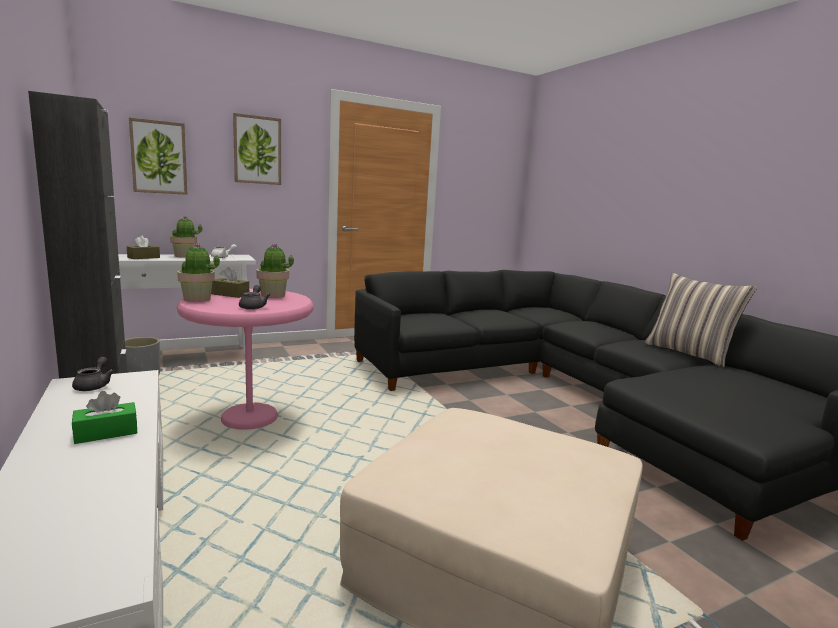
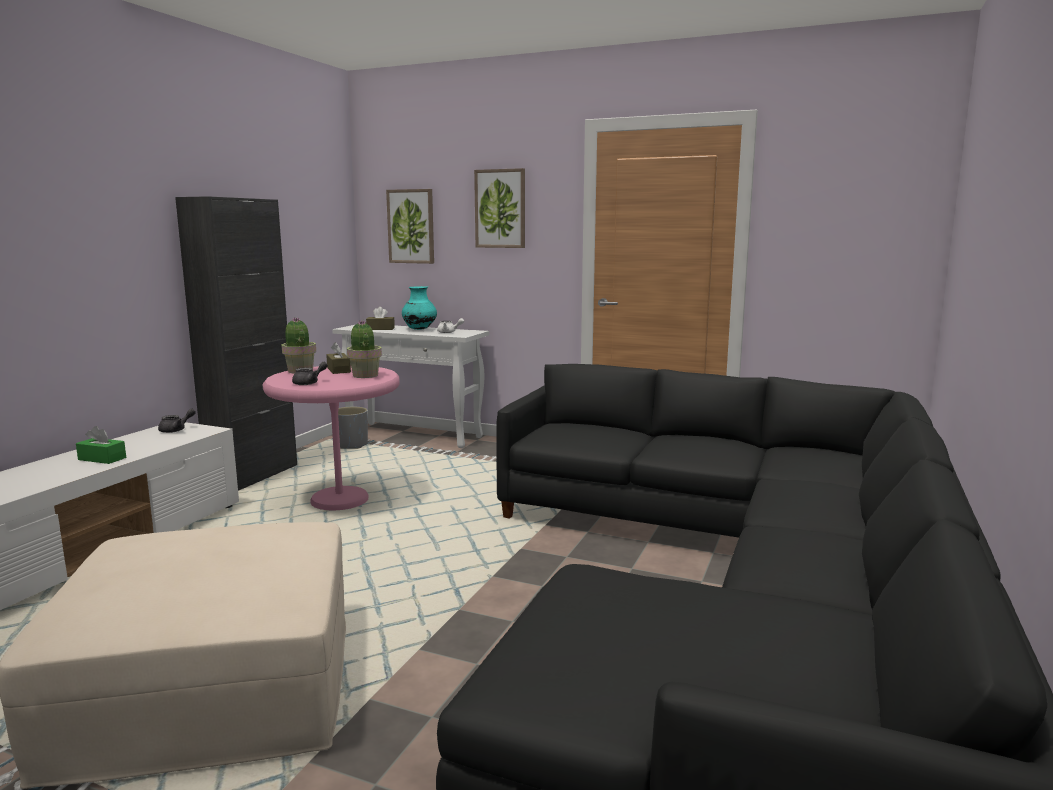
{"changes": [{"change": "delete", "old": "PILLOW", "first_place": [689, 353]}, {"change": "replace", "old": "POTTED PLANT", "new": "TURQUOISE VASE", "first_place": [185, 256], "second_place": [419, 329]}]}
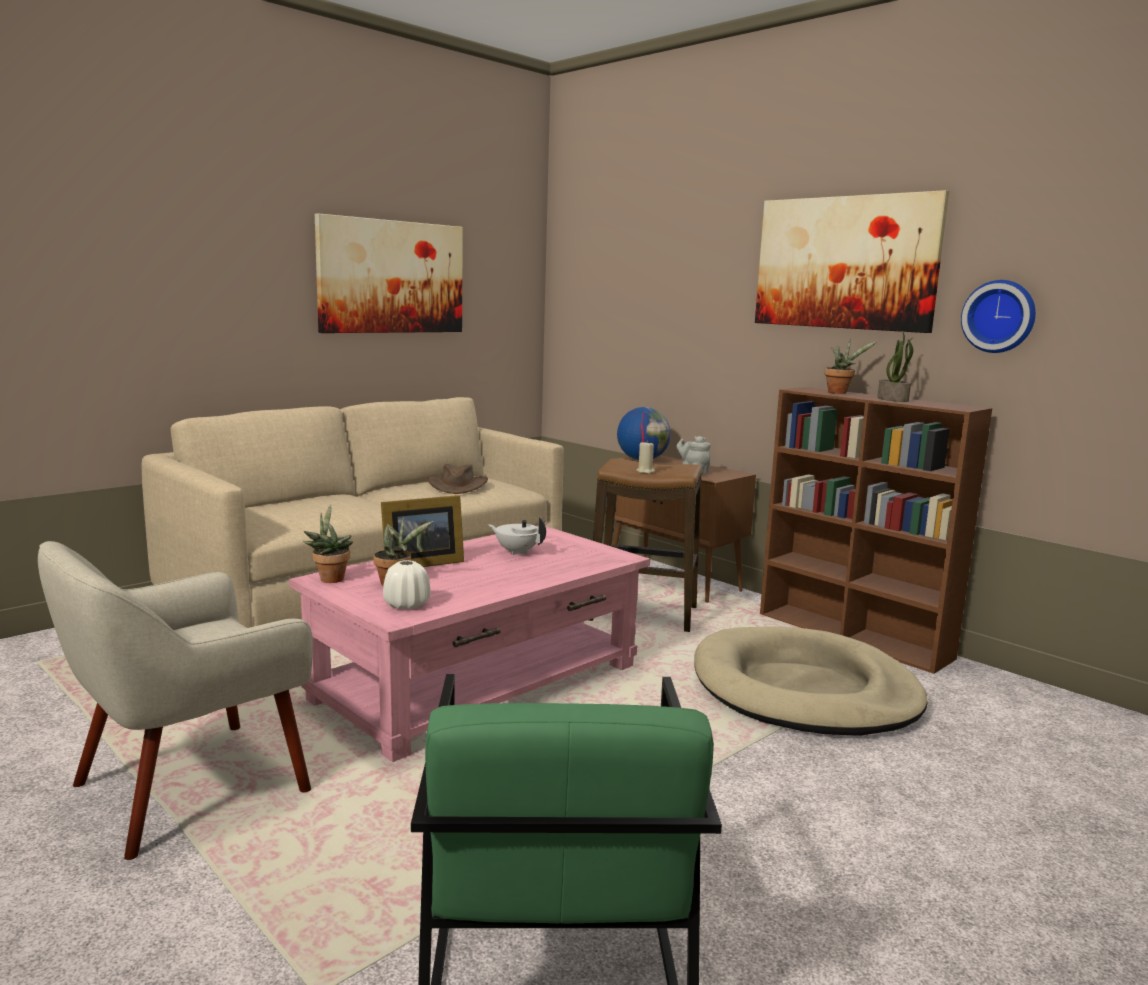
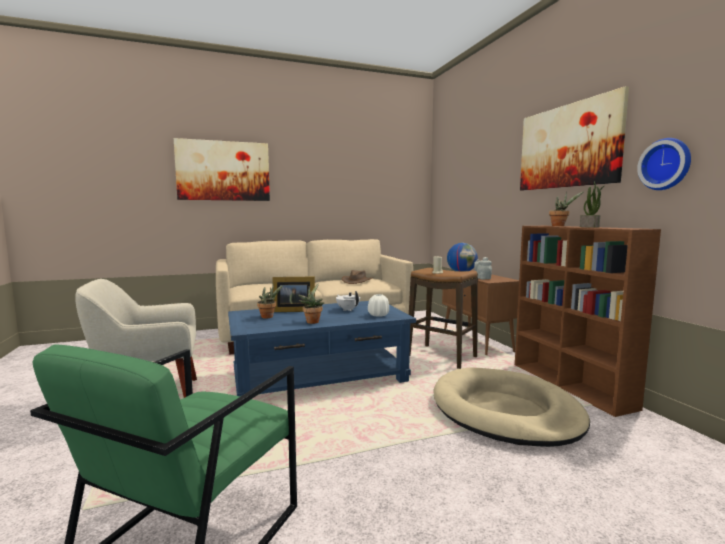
{"changes": [{"change": "move", "old": "POTTED PLANT", "first_place": [330, 578], "second_place": [312, 321]}, {"change": "move", "old": "PICTURE", "first_place": [392, 277], "second_place": [223, 171]}, {"change": "move", "old": "WHITE VASE", "first_place": [407, 605], "second_place": [378, 315]}, {"change": "recolor", "old": "PINK COFFEE TABLE", "new": "BLUE COFFEE TABLE", "first_place": [479, 683], "second_place": [320, 377]}]}
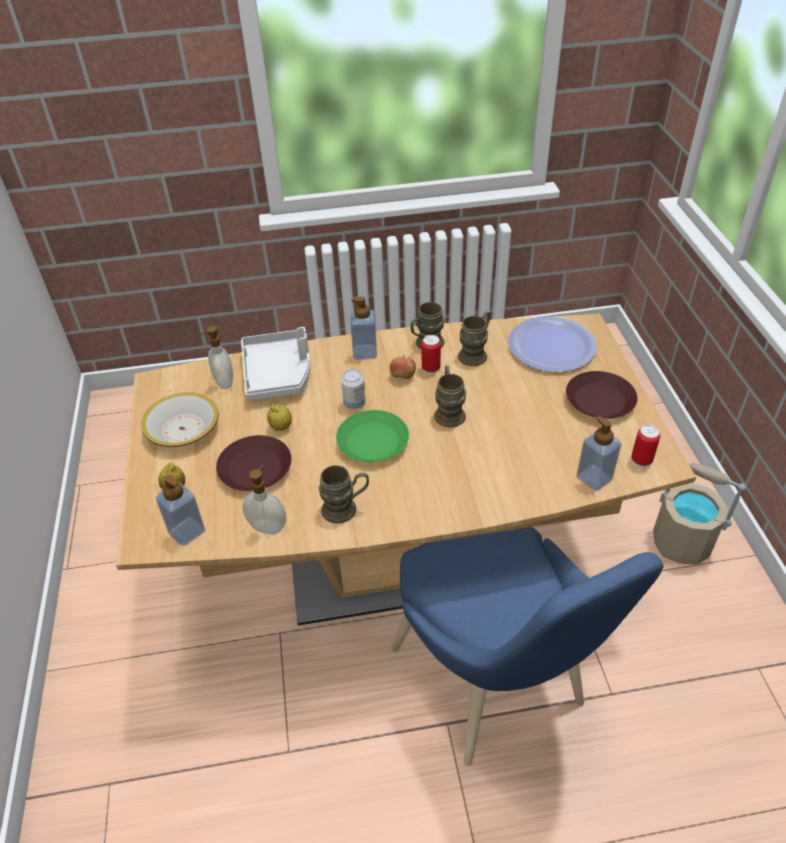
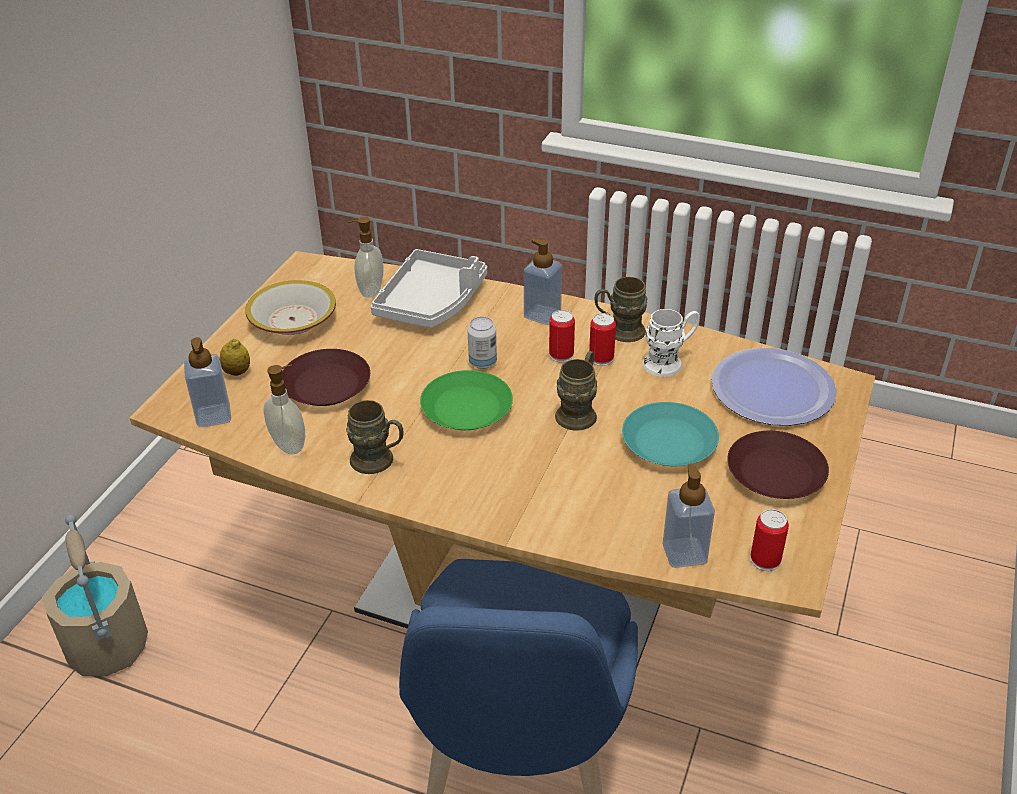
{"changes": [{"change": "delete", "old": "LEMON", "first_place": [281, 427]}, {"change": "insert", "new": "TURQUOISE PLATE", "second_place": [669, 443]}, {"change": "move", "old": "BEIGE BUCKET", "first_place": [682, 542], "second_place": [108, 646]}, {"change": "replace", "old": "APPLE", "new": "CAN", "first_place": [403, 376], "second_place": [561, 355]}, {"change": "recolor", "old": "BROWN MUG", "new": "WHITE MUG", "first_place": [475, 353], "second_place": [669, 362]}]}
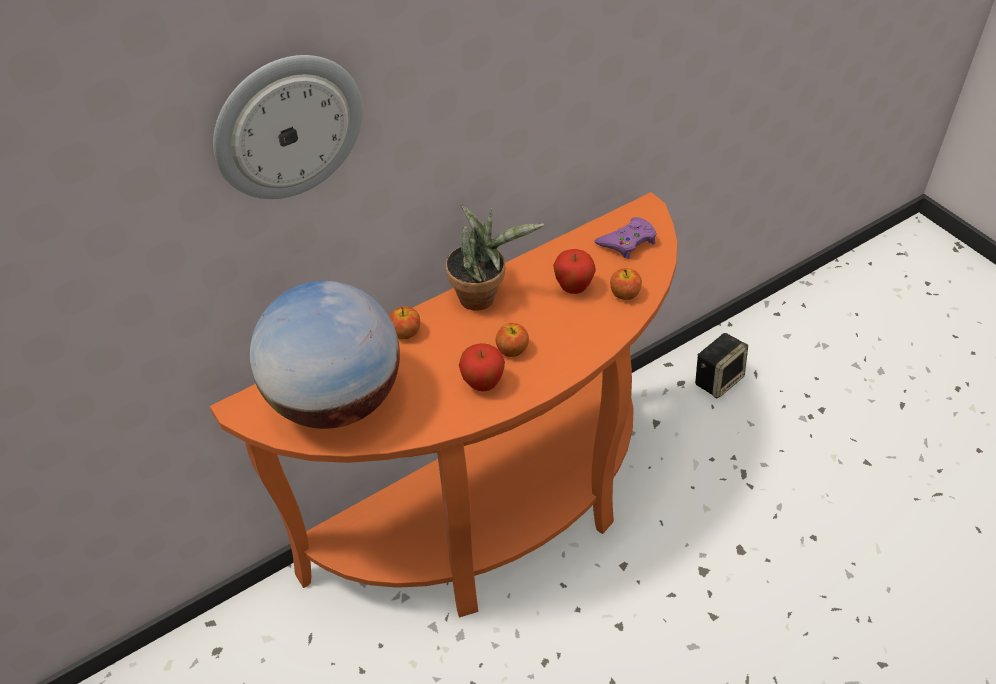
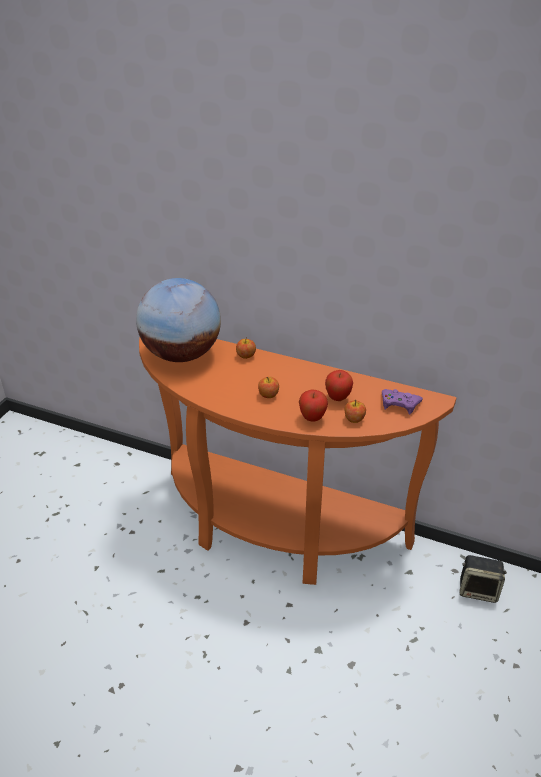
{"changes": [{"change": "delete", "old": "WALL CLOCK", "first_place": [287, 126]}, {"change": "delete", "old": "POTTED PLANT", "first_place": [482, 296]}, {"change": "move", "old": "APPLE", "first_place": [483, 384], "second_place": [312, 418]}]}
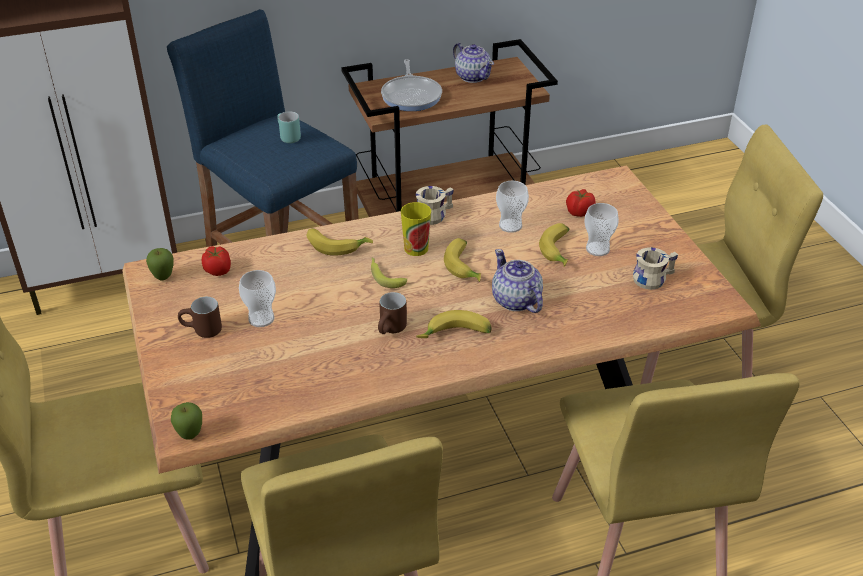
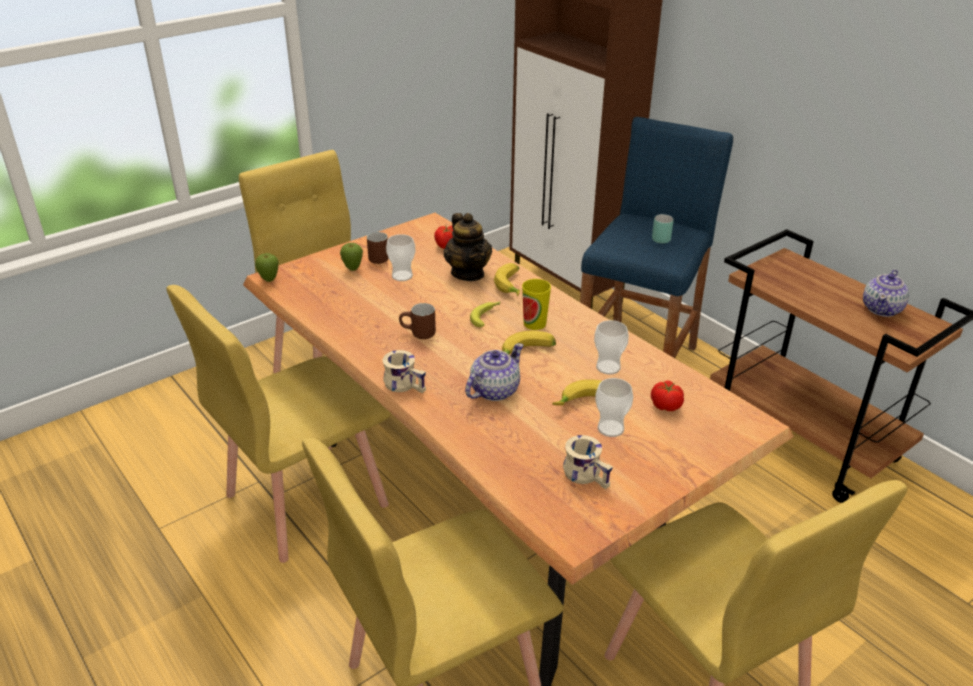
{"changes": [{"change": "delete", "old": "FRYING PAN", "first_place": [411, 95]}, {"change": "delete", "old": "BANANA", "first_place": [455, 336]}, {"change": "insert", "new": "TEAPOT", "second_place": [468, 273]}, {"change": "move", "old": "APPLE", "first_place": [163, 278], "second_place": [353, 269]}, {"change": "move", "old": "BEIGE MUG", "first_place": [433, 213], "second_place": [406, 383]}]}
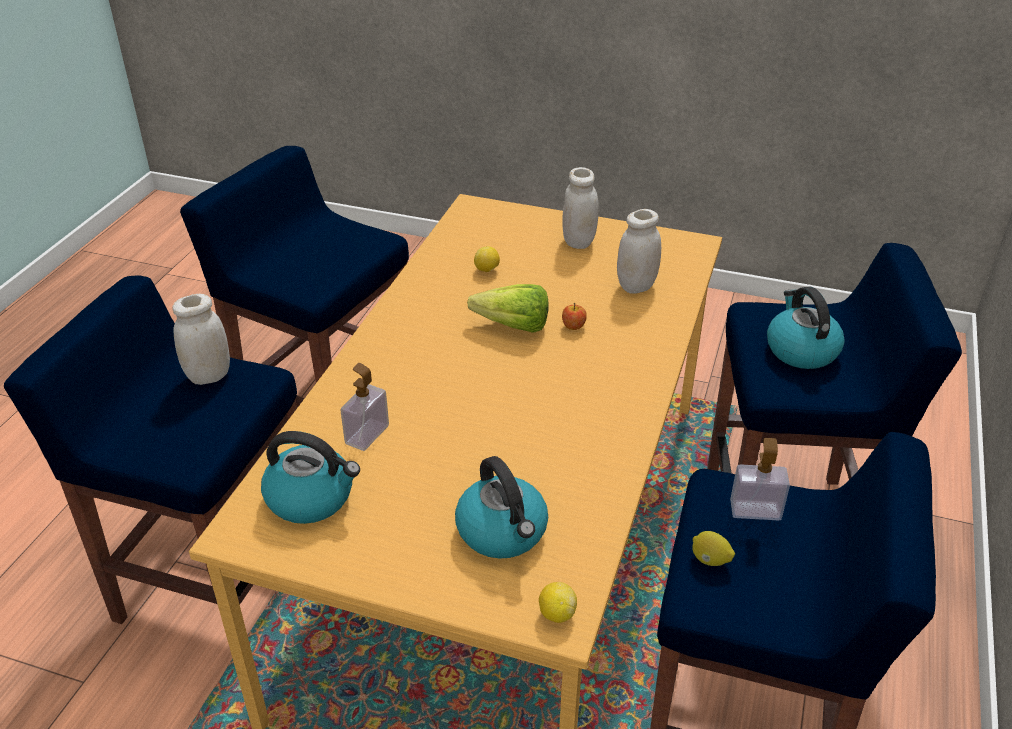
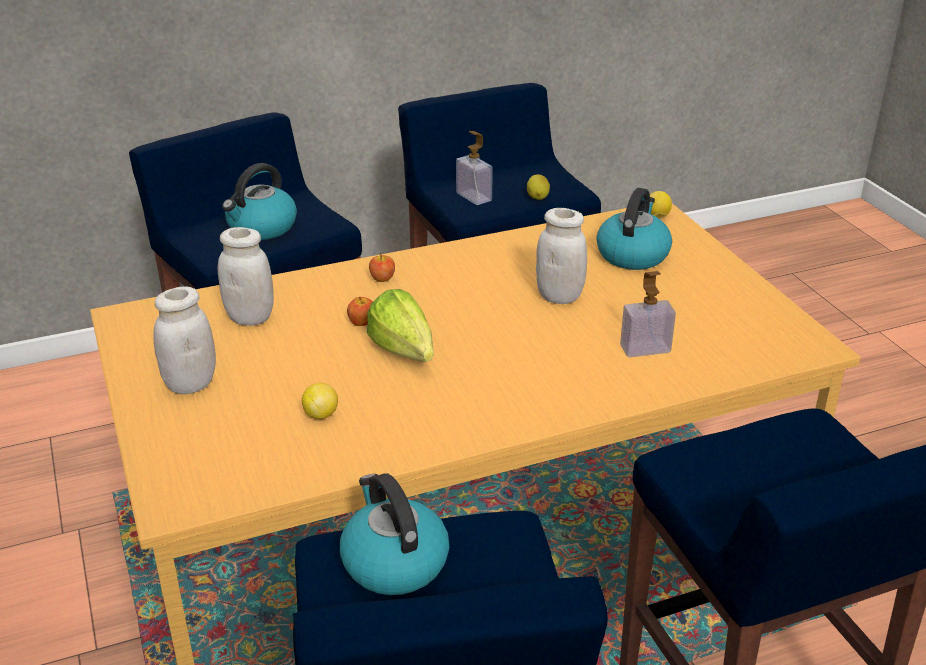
{"changes": [{"change": "insert", "new": "APPLE", "second_place": [382, 278]}, {"change": "move", "old": "WHITE JAR", "first_place": [209, 376], "second_place": [559, 296]}, {"change": "move", "old": "KETTLE", "first_place": [311, 497], "second_place": [393, 562]}]}
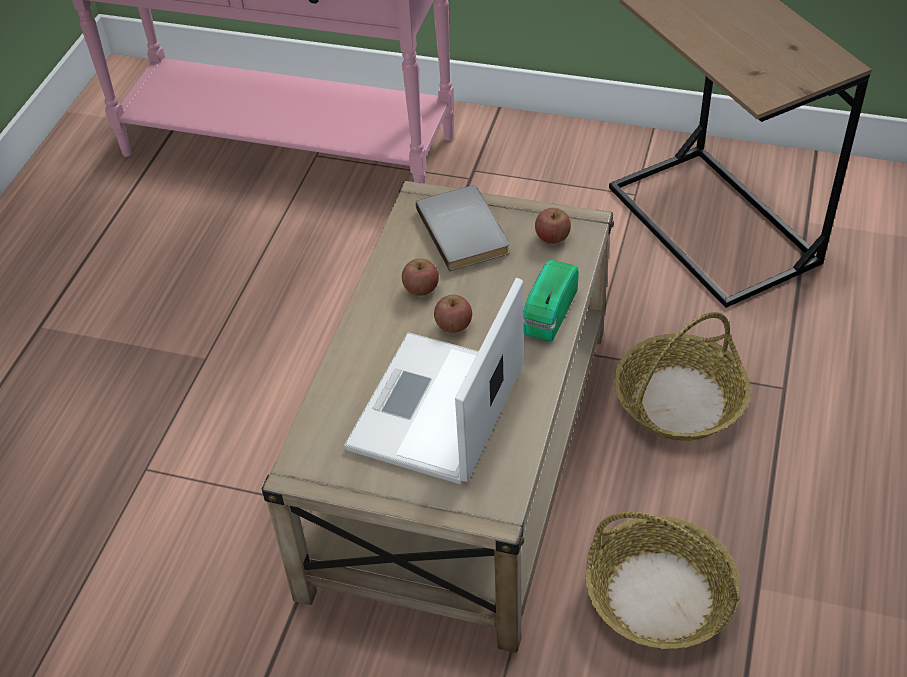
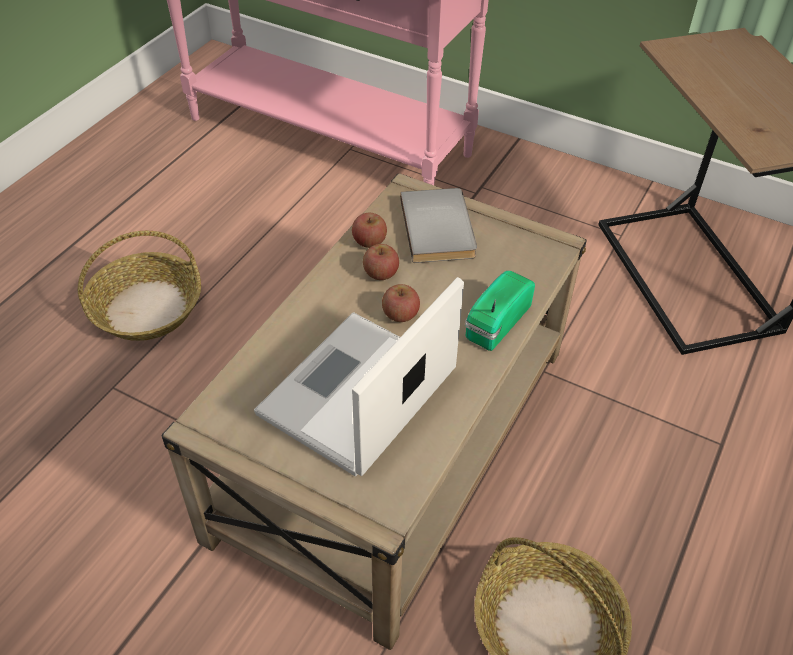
{"changes": [{"change": "move", "old": "APPLE", "first_place": [552, 237], "second_place": [369, 241]}, {"change": "move", "old": "BASKET", "first_place": [679, 400], "second_place": [147, 308]}]}
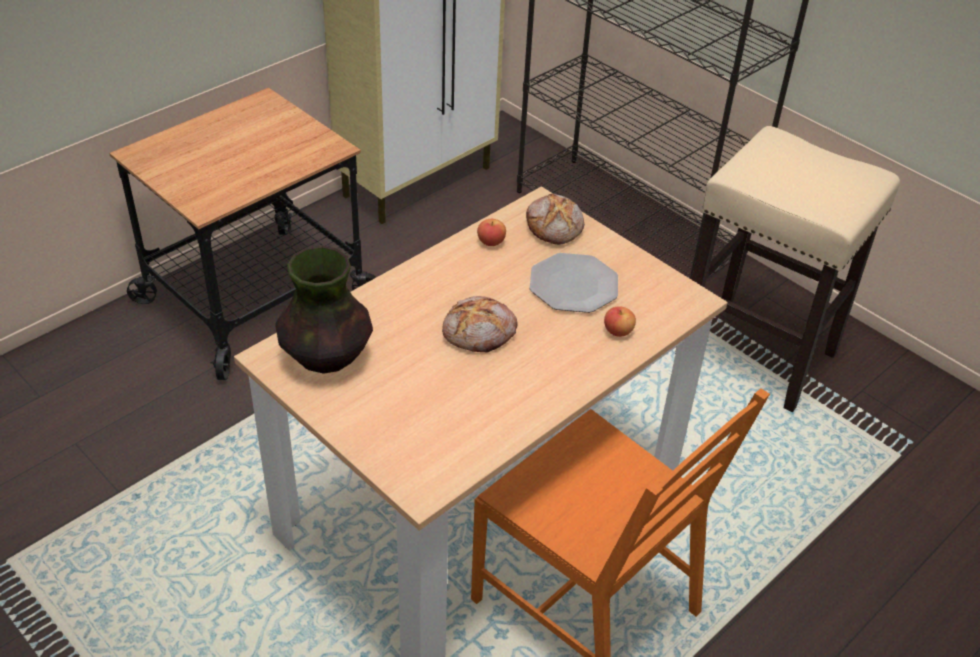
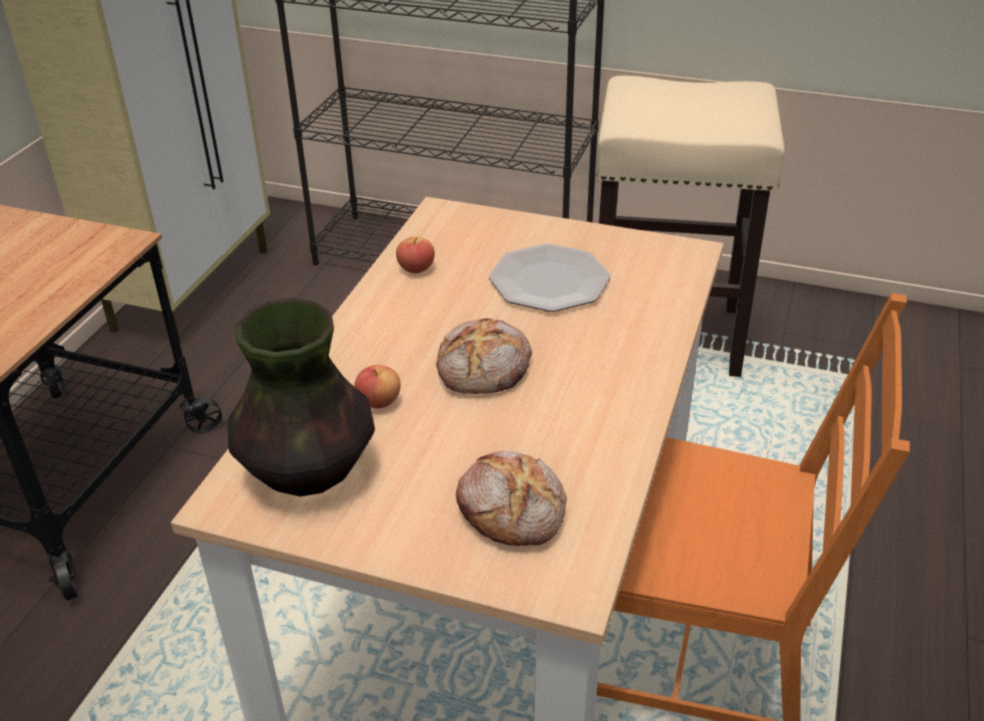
{"changes": [{"change": "move", "old": "BREAD", "first_place": [555, 227], "second_place": [513, 509]}, {"change": "move", "old": "APPLE", "first_place": [618, 331], "second_place": [379, 401]}]}
